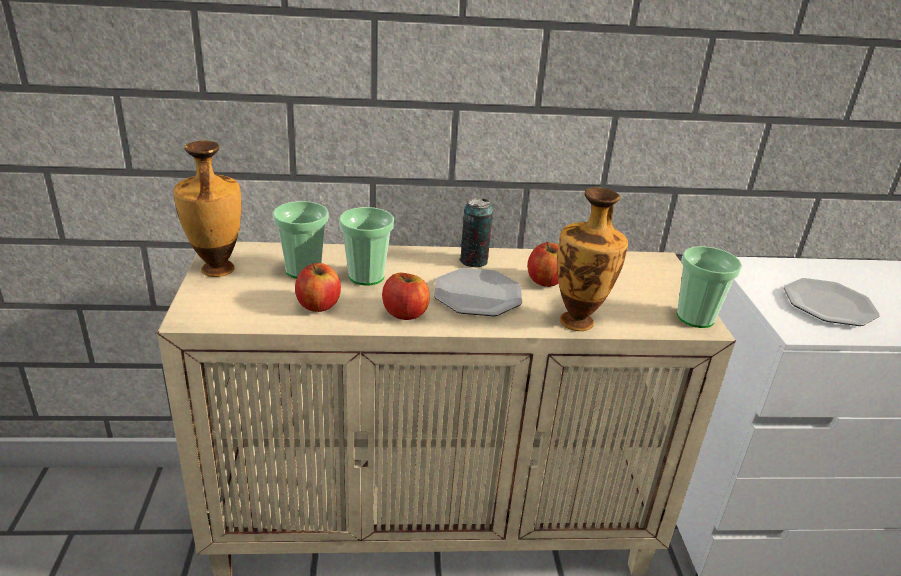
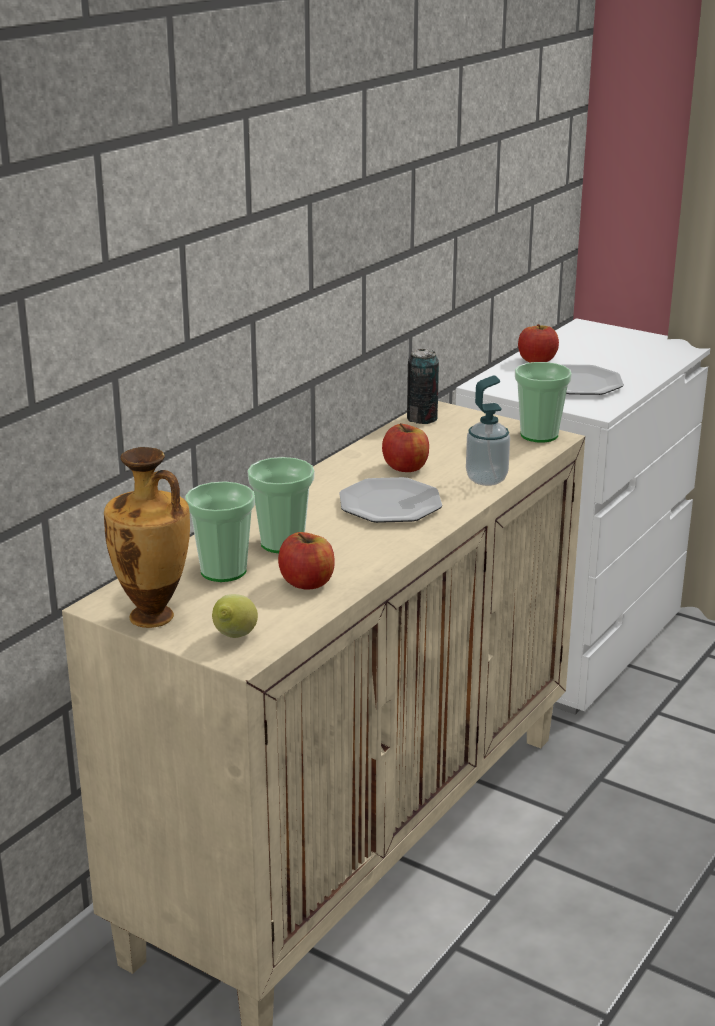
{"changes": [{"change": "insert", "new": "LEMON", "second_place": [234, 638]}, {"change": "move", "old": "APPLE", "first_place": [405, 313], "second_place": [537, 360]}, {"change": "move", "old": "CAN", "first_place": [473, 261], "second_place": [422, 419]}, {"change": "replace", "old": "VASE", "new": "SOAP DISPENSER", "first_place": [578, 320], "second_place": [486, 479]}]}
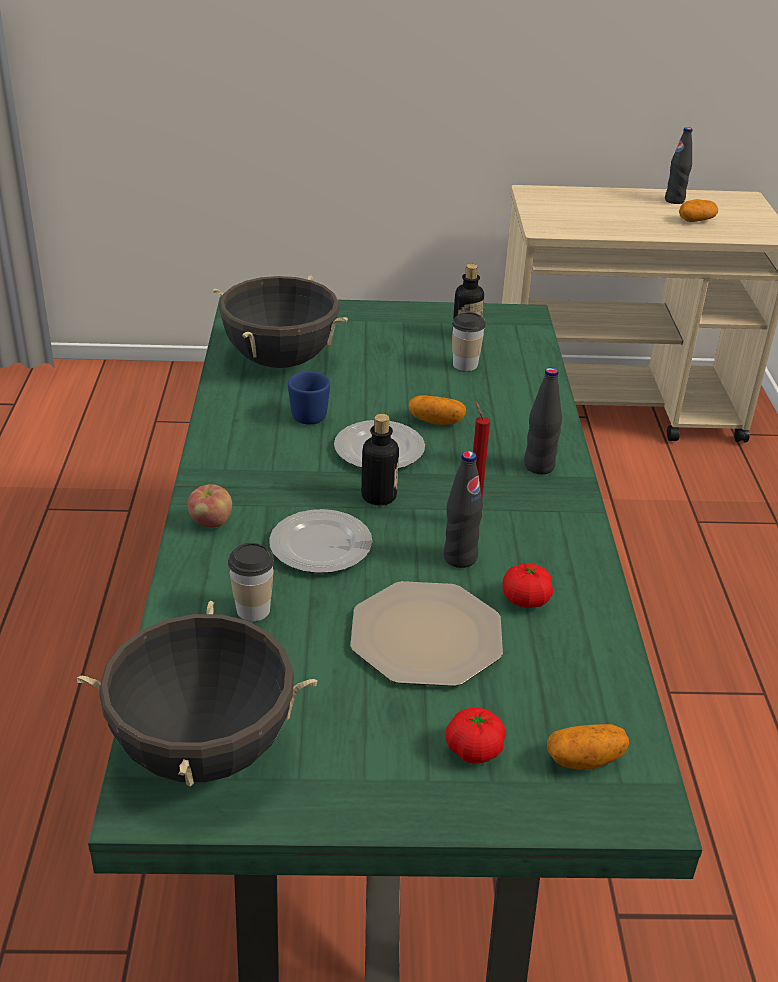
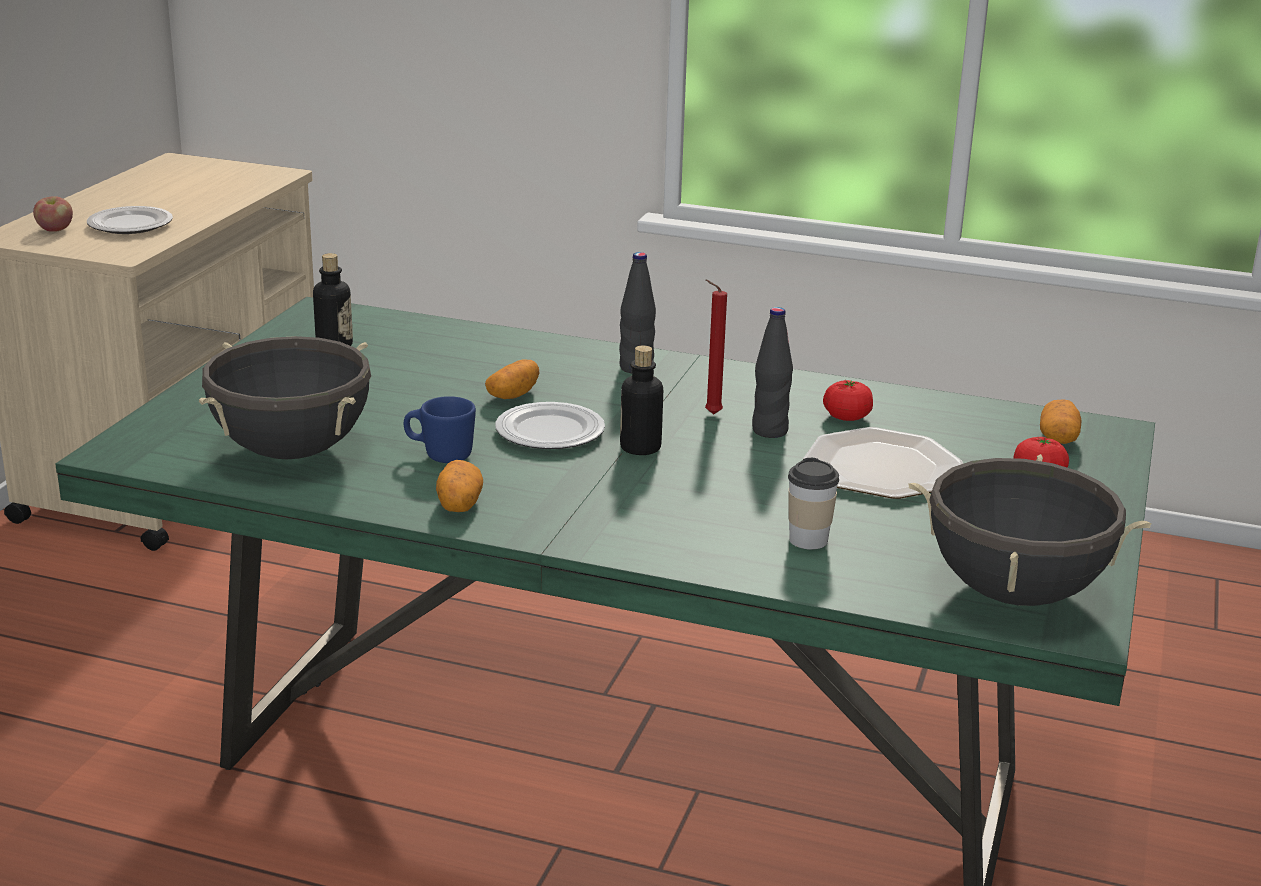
{"changes": [{"change": "delete", "old": "CUP", "first_place": [465, 365]}, {"change": "delete", "old": "BLACK BOTTLE", "first_place": [674, 200]}, {"change": "move", "old": "APPLE", "first_place": [211, 522], "second_place": [55, 230]}, {"change": "move", "old": "PLATE", "first_place": [321, 547], "second_place": [131, 225]}, {"change": "move", "old": "POTATO", "first_place": [696, 220], "second_place": [459, 504]}]}
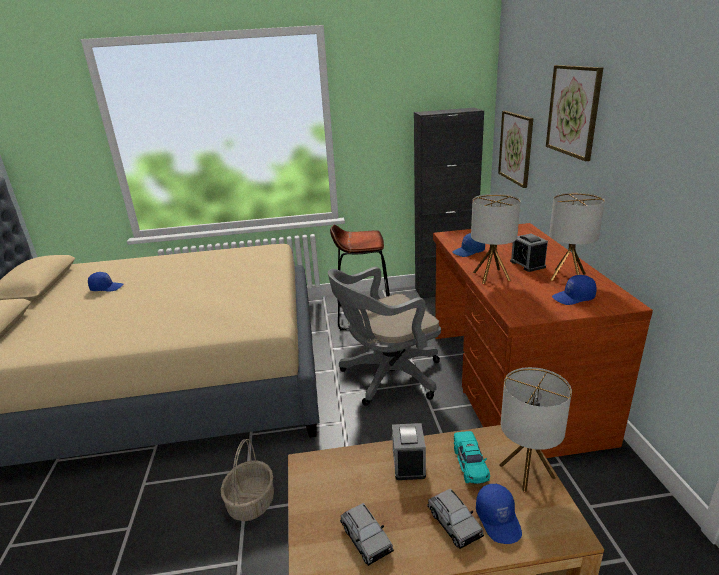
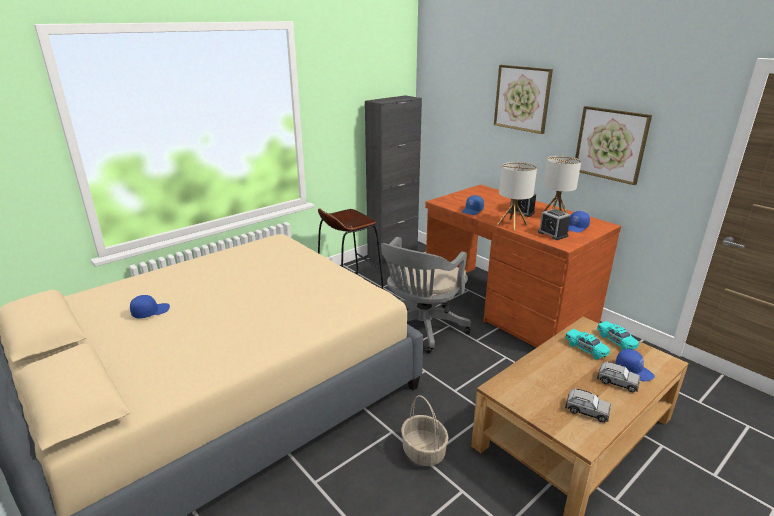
{"changes": [{"change": "move", "old": "ALARM CLOCK", "first_place": [408, 463], "second_place": [552, 234]}, {"change": "move", "old": "PICTURE", "first_place": [516, 148], "second_place": [610, 144]}, {"change": "replace", "old": "TABLE LAMP", "new": "TURQUOISE TOY CAR", "first_place": [527, 471], "second_place": [616, 341]}]}
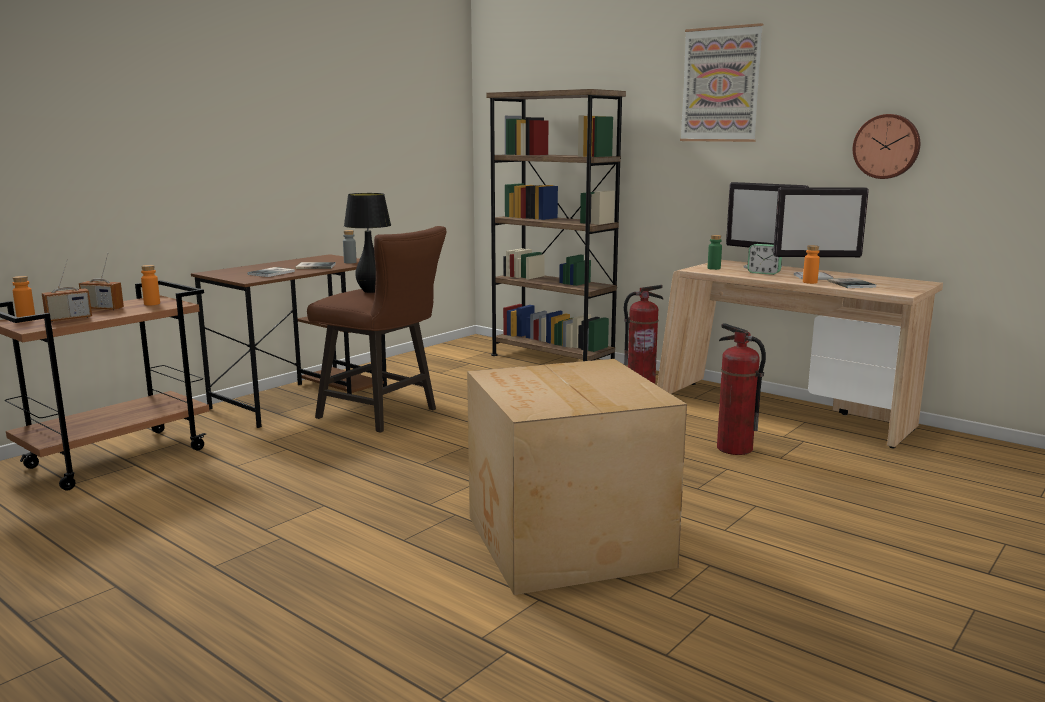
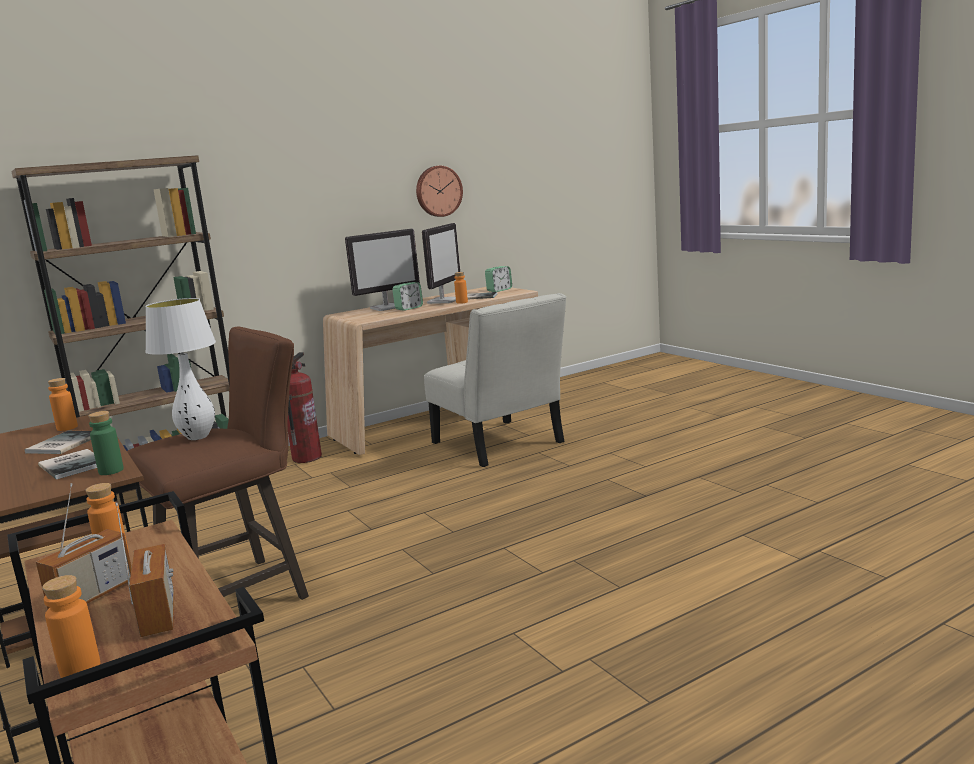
{"changes": [{"change": "delete", "old": "CARDBOARD BOX", "first_place": [566, 542]}, {"change": "delete", "old": "PICTURE", "first_place": [721, 85]}, {"change": "insert", "new": "ALARM CLOCK", "second_place": [499, 290]}, {"change": "move", "old": "GREEN BOTTLE", "first_place": [714, 268], "second_place": [111, 471]}, {"change": "replace", "old": "FIRE EXTINGUISHER", "new": "WHITE CHAIR", "first_place": [734, 448], "second_place": [500, 445]}, {"change": "recolor", "old": "GREY BOTTLE", "new": "ORANGE BOTTLE", "first_place": [350, 262], "second_place": [67, 428]}, {"change": "recolor", "old": "BLACK TABLE LAMP", "new": "WHITE TABLE LAMP", "first_place": [370, 291], "second_place": [198, 437]}]}
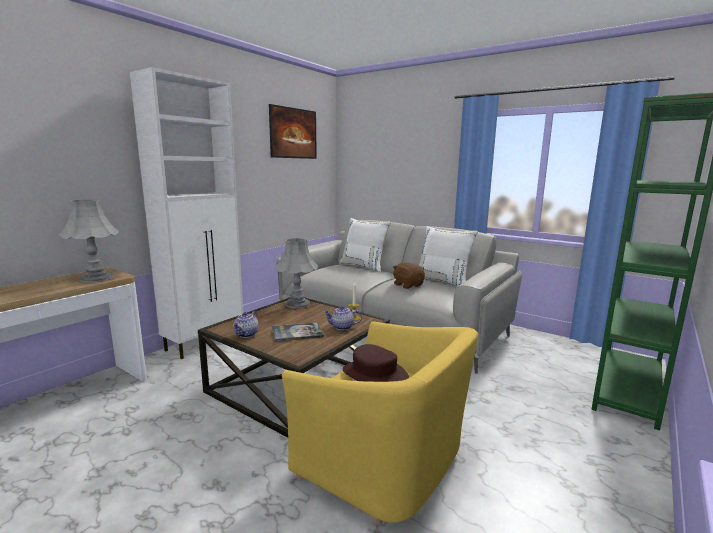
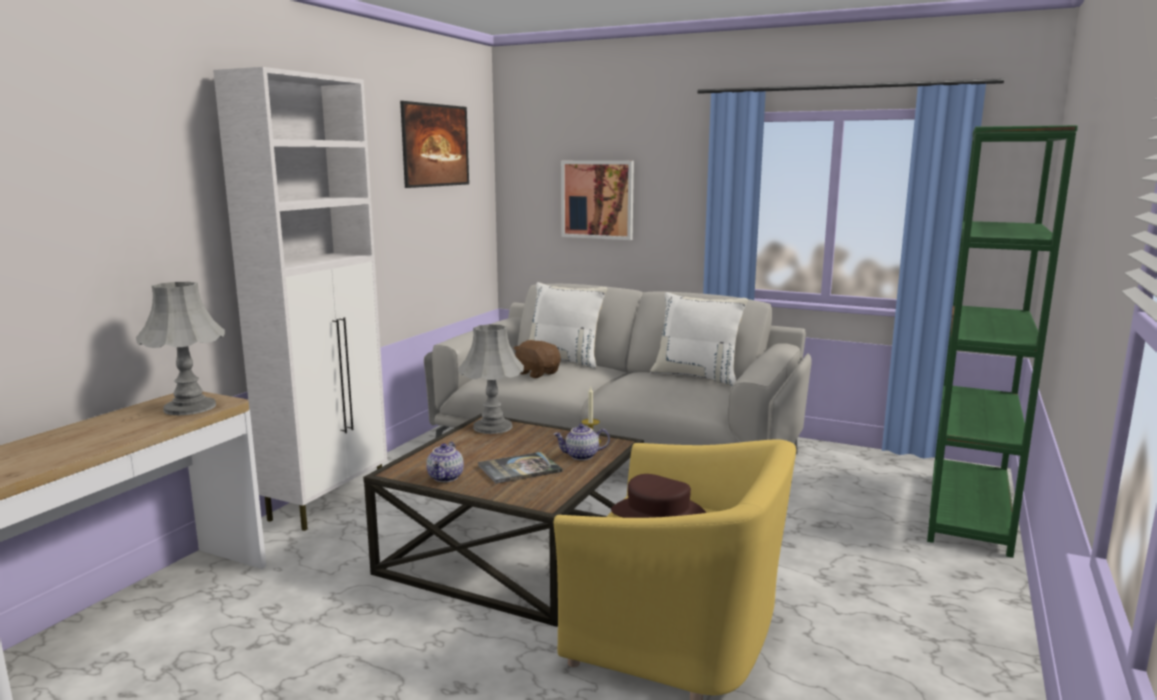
{"changes": [{"change": "insert", "new": "PICTURE", "second_place": [597, 199]}, {"change": "move", "old": "BROWN PLUSH TOY", "first_place": [408, 285], "second_place": [537, 373]}]}
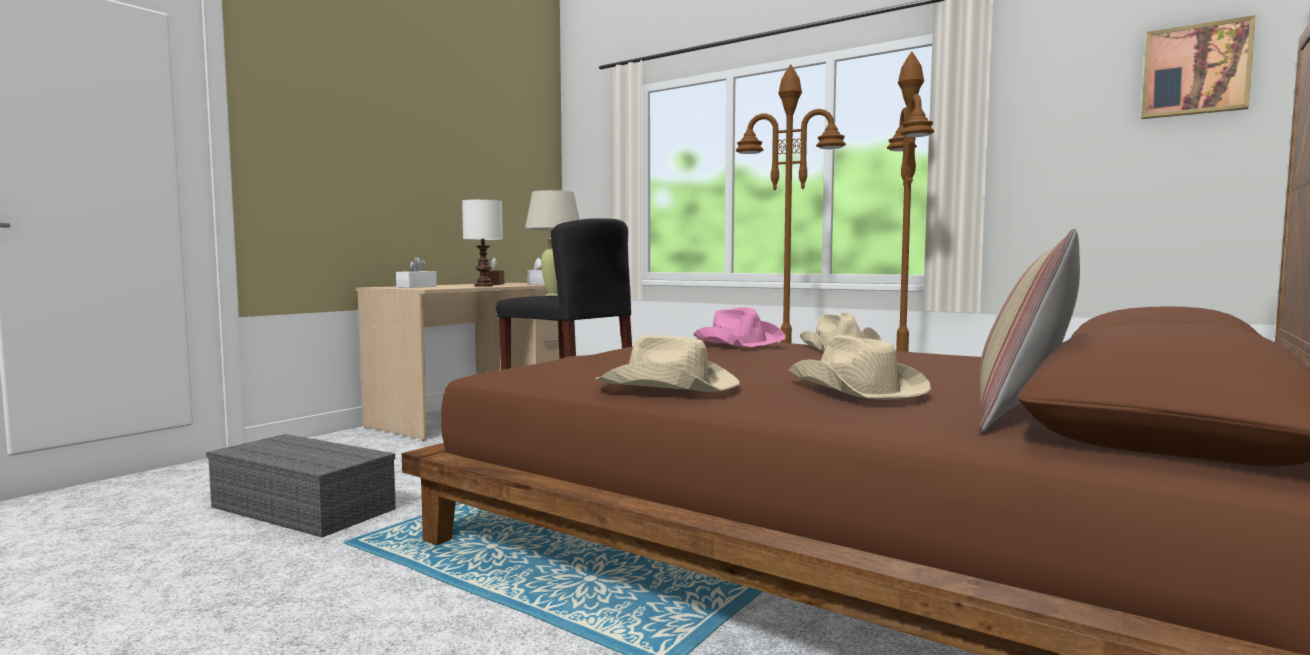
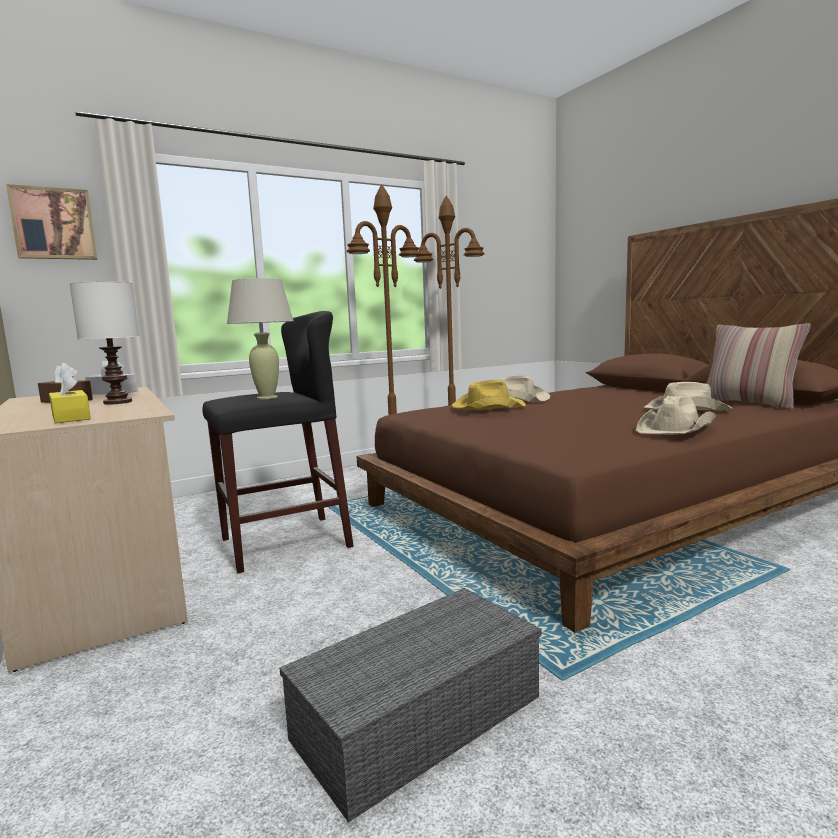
{"changes": [{"change": "move", "old": "PICTURE", "first_place": [1195, 70], "second_place": [54, 224]}, {"change": "recolor", "old": "WHITE TISSUE BOX", "new": "YELLOW TISSUE BOX", "first_place": [416, 287], "second_place": [71, 417]}, {"change": "recolor", "old": "PINK HAT", "new": "YELLOW HAT", "first_place": [738, 342], "second_place": [487, 406]}]}
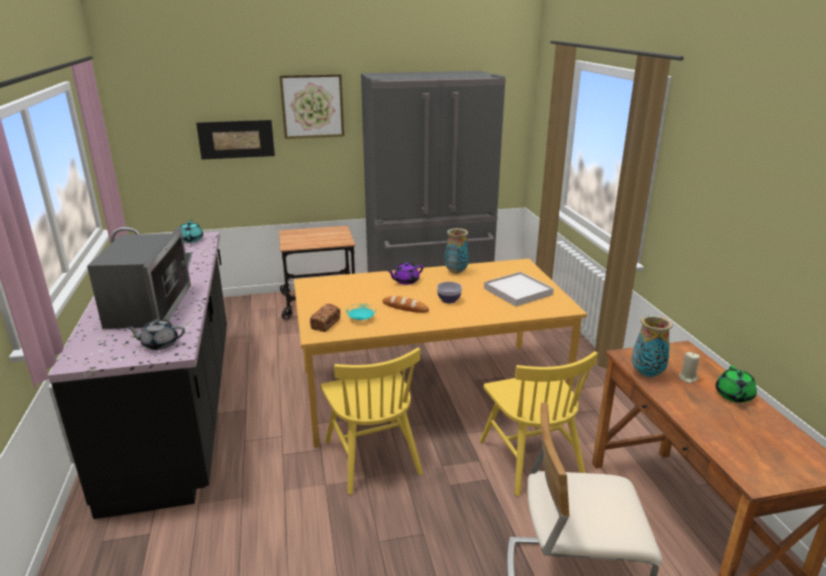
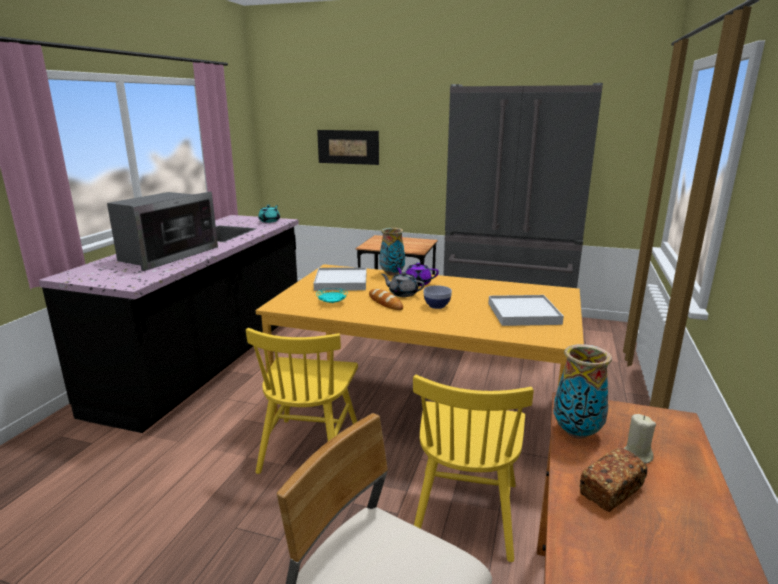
{"changes": [{"change": "delete", "old": "PICTURE", "first_place": [312, 106]}, {"change": "delete", "old": "GREEN TEAPOT", "first_place": [734, 396]}, {"change": "insert", "new": "WHITE TRAY", "second_place": [341, 282]}, {"change": "move", "old": "GREY TEAPOT", "first_place": [159, 344], "second_place": [402, 293]}, {"change": "move", "old": "BREAD", "first_place": [326, 324], "second_place": [611, 490]}, {"change": "move", "old": "VASE", "first_place": [456, 272], "second_place": [392, 274]}]}
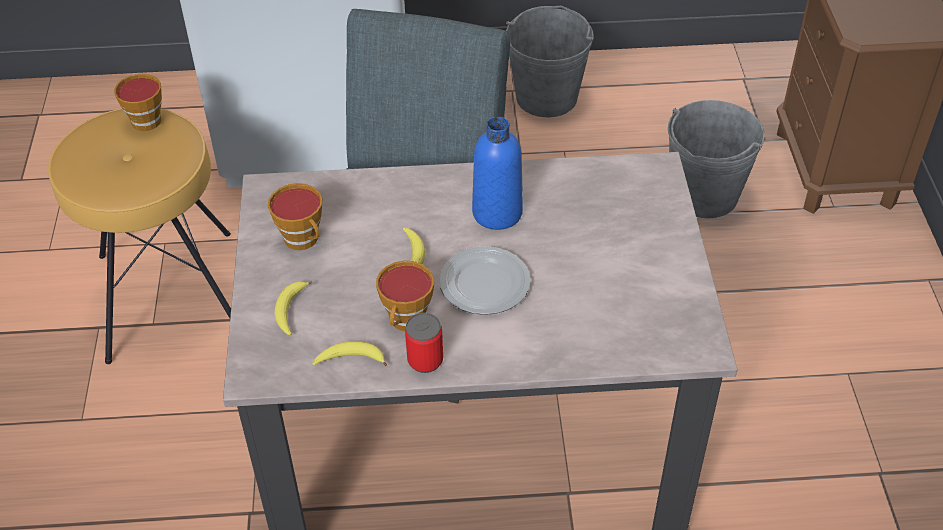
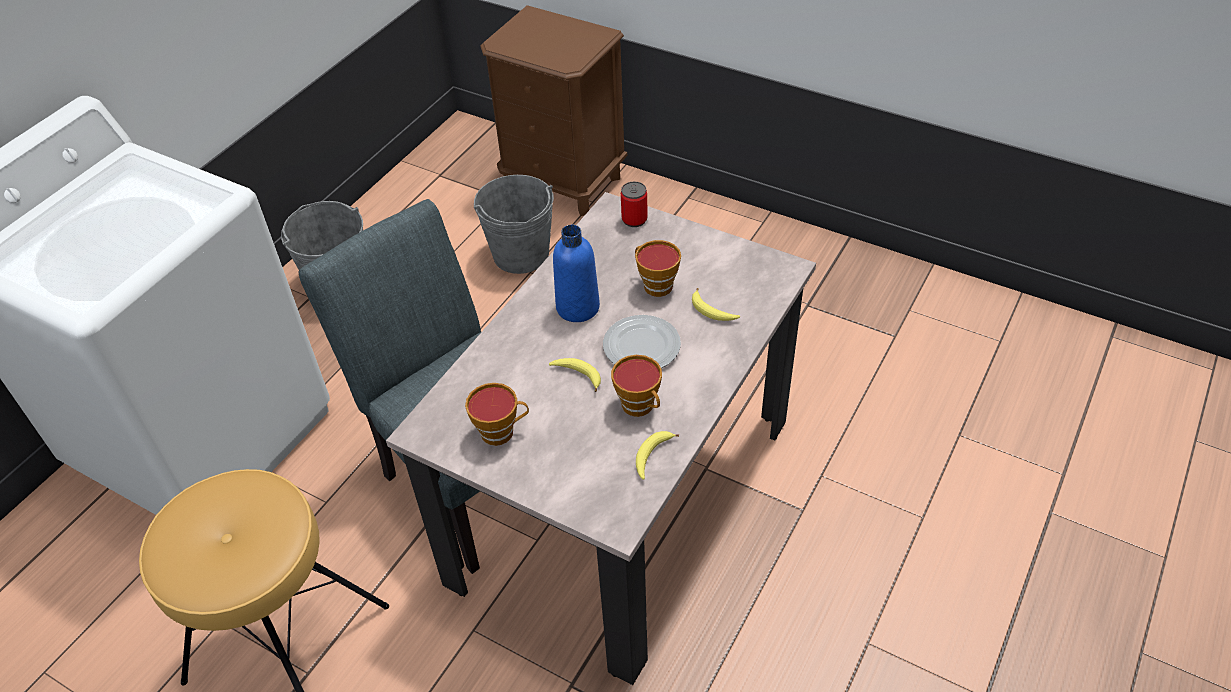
{"changes": [{"change": "move", "old": "CUP", "first_place": [147, 119], "second_place": [655, 285]}, {"change": "move", "old": "BANANA", "first_place": [291, 311], "second_place": [712, 311]}, {"change": "move", "old": "CAN", "first_place": [425, 360], "second_place": [634, 219]}]}
